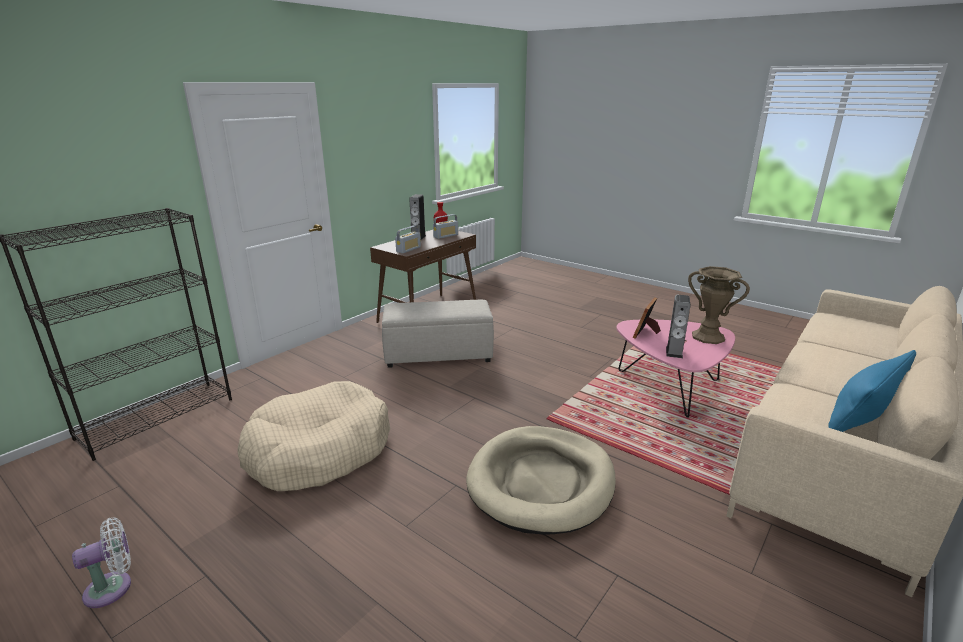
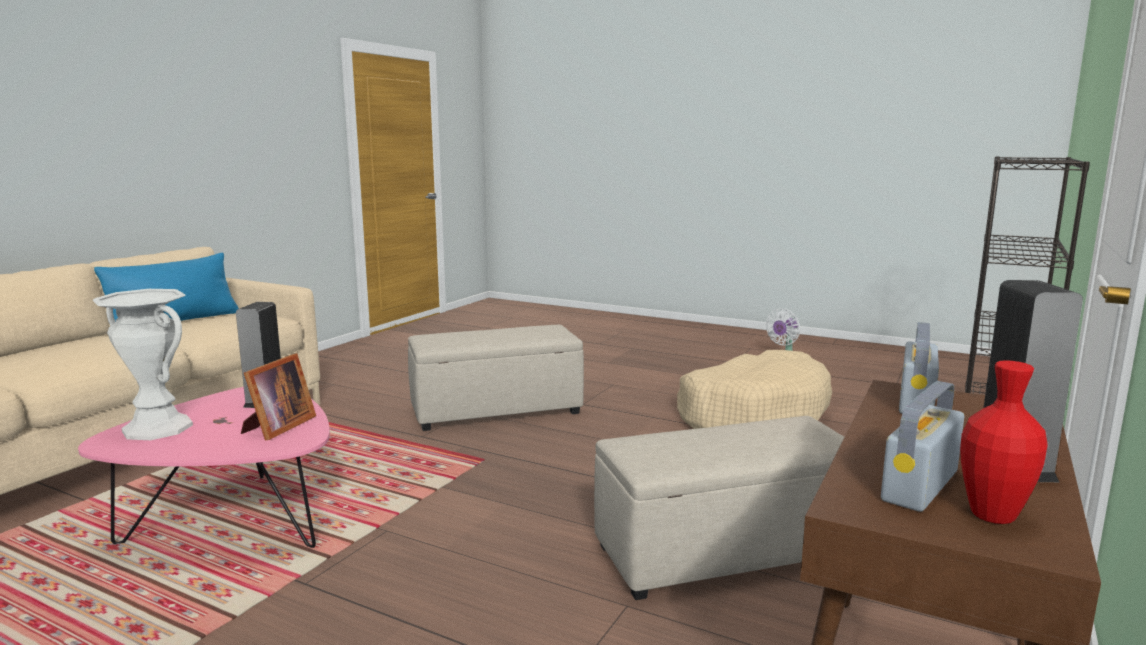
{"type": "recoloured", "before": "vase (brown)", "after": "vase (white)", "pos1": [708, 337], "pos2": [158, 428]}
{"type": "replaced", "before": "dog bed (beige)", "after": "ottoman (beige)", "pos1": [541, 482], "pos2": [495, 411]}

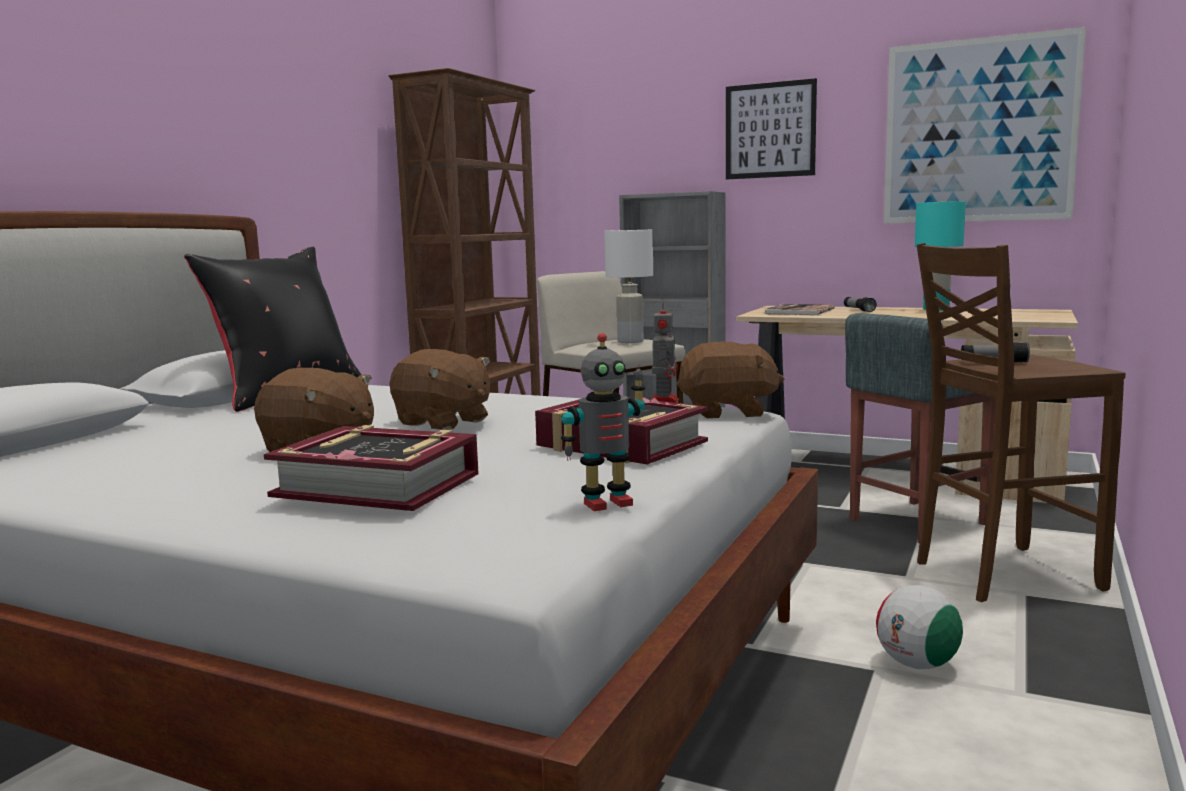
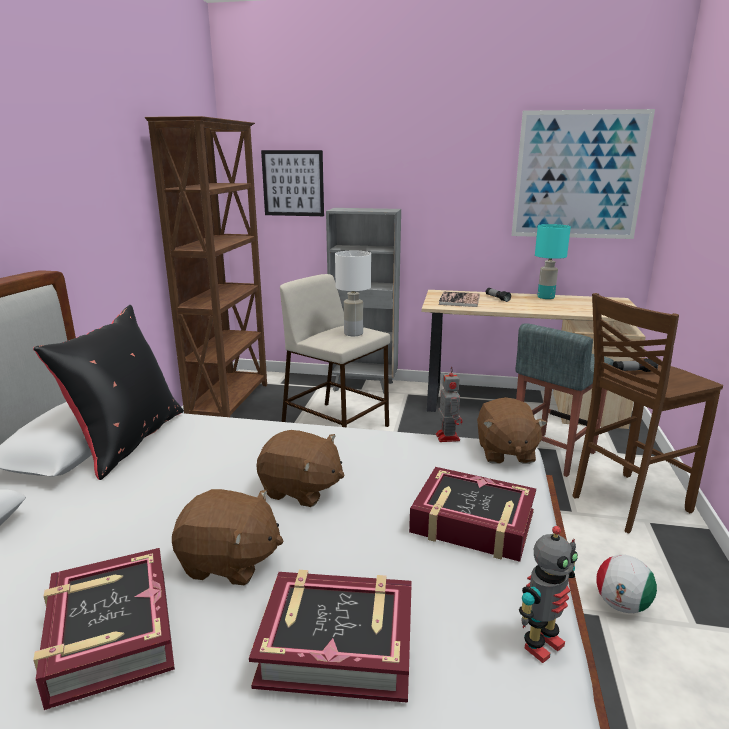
{"type": "moved", "before": "picture", "pos1": [770, 130], "pos2": [293, 183]}
{"type": "turned", "before": "plush toy (brown)", "pos1": [727, 412], "pos2": [505, 452], "turn": 105}
{"type": "added", "after": "book", "pos2": [110, 634]}

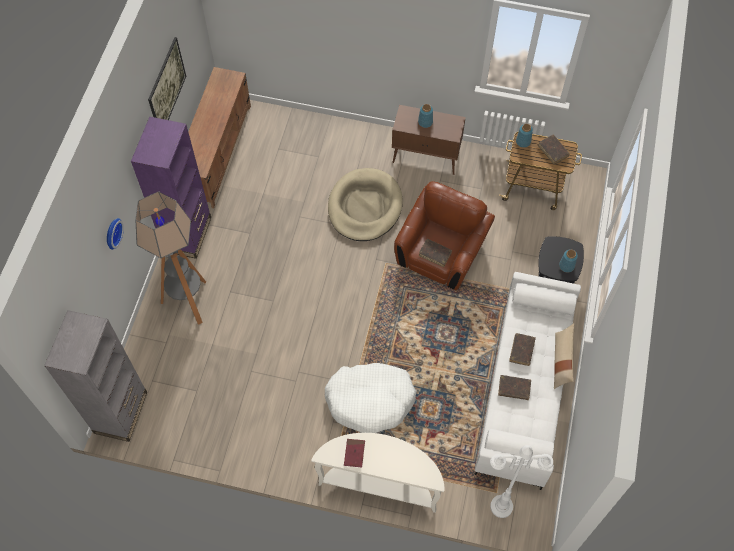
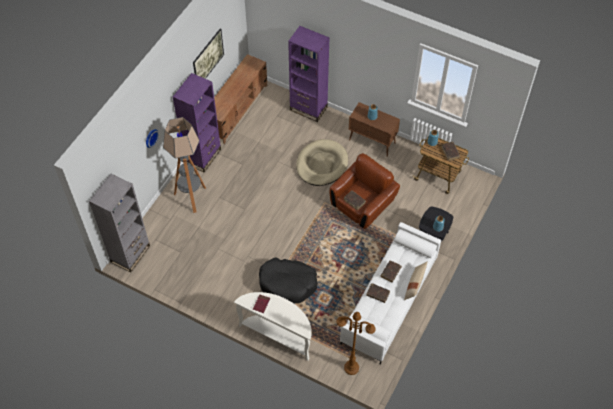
{"type": "recoloured", "before": "dog bed (white)", "after": "dog bed (black)", "pos1": [370, 400], "pos2": [288, 284]}
{"type": "recoloured", "before": "floor lamp (white)", "after": "floor lamp (brown)", "pos1": [501, 506], "pos2": [351, 368]}
{"type": "added", "after": "bookcase (purple)", "pos2": [308, 108]}

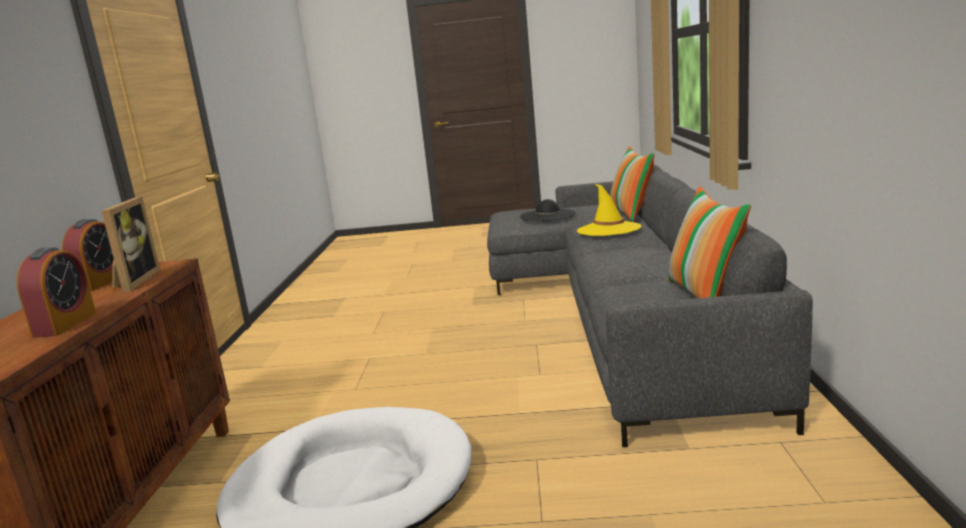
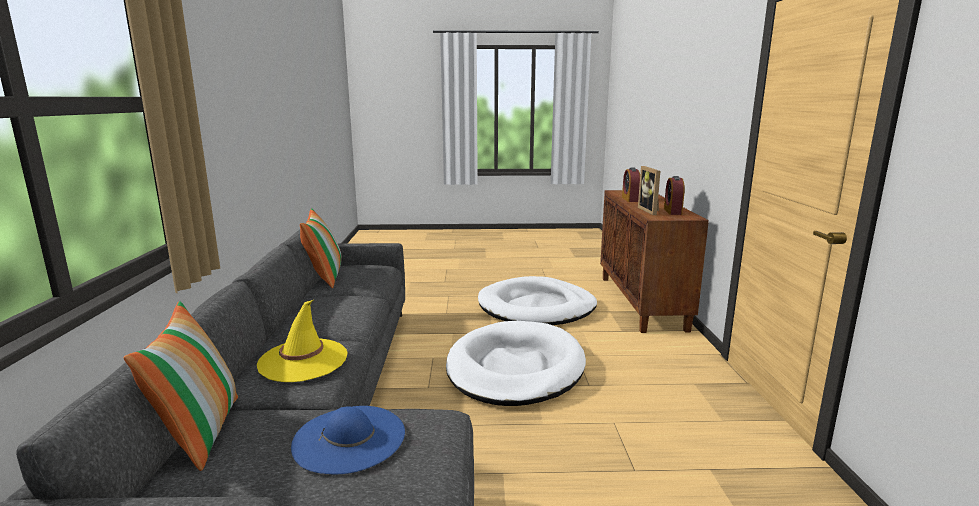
{"type": "recoloured", "before": "hat (black)", "after": "hat (blue)", "pos1": [547, 215], "pos2": [349, 438]}
{"type": "added", "after": "dog bed (white)", "pos2": [515, 368]}

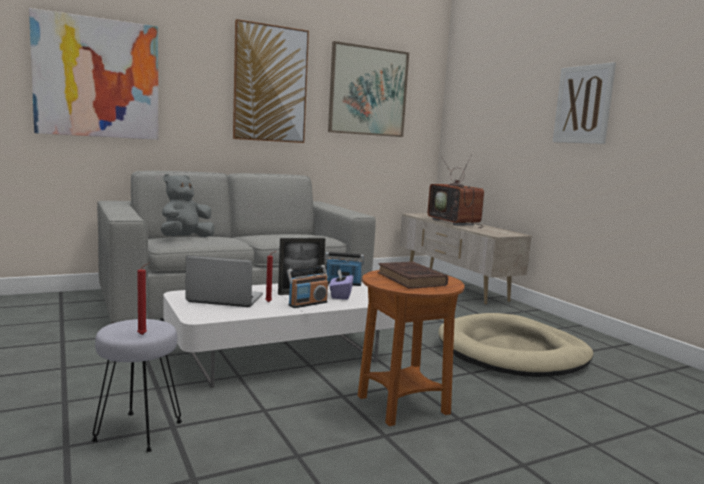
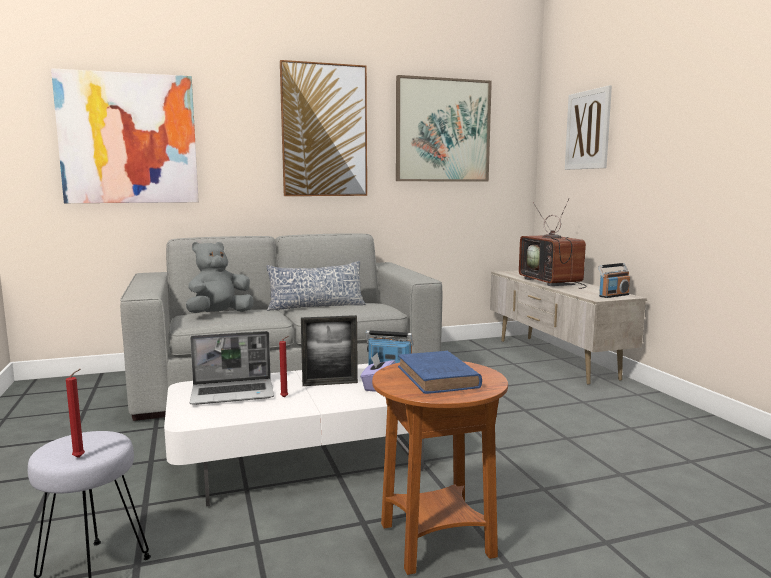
{"type": "moved", "before": "picture", "pos1": [583, 104], "pos2": [588, 130]}
{"type": "turned", "before": "laptop", "pos1": [224, 299], "pos2": [233, 393], "turn": 150}
{"type": "recoloured", "before": "book (brown)", "after": "book (blue)", "pos1": [412, 280], "pos2": [438, 378]}
{"type": "moved", "before": "radio", "pos1": [307, 304], "pos2": [613, 295]}
{"type": "removed", "before": "dog bed (beige)", "pos1": [513, 352]}
{"type": "added", "after": "pillow", "pos2": [316, 306]}

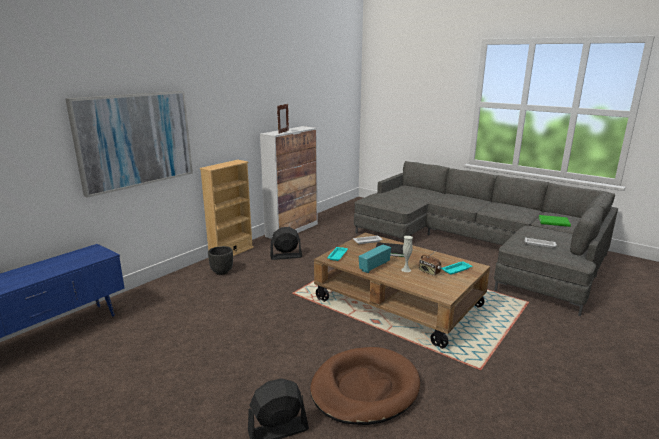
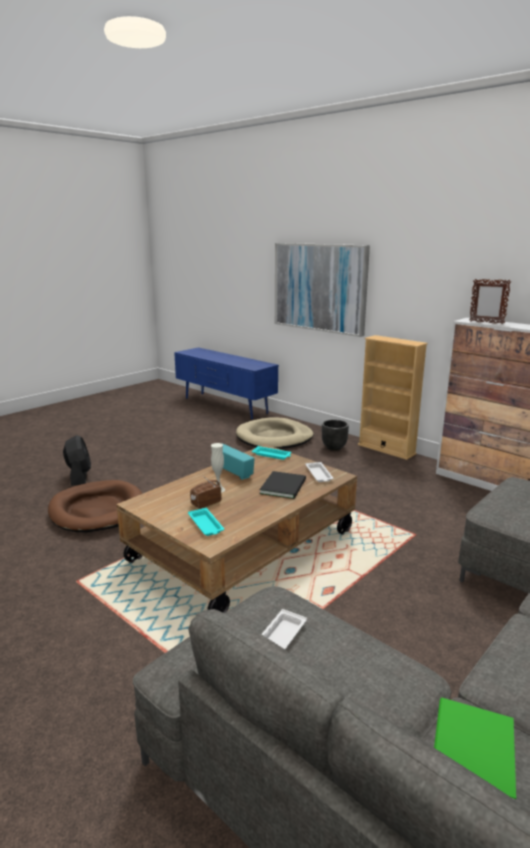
{"type": "removed", "before": "fan (black)", "pos1": [286, 256]}
{"type": "added", "after": "dog bed (beige)", "pos2": [274, 437]}

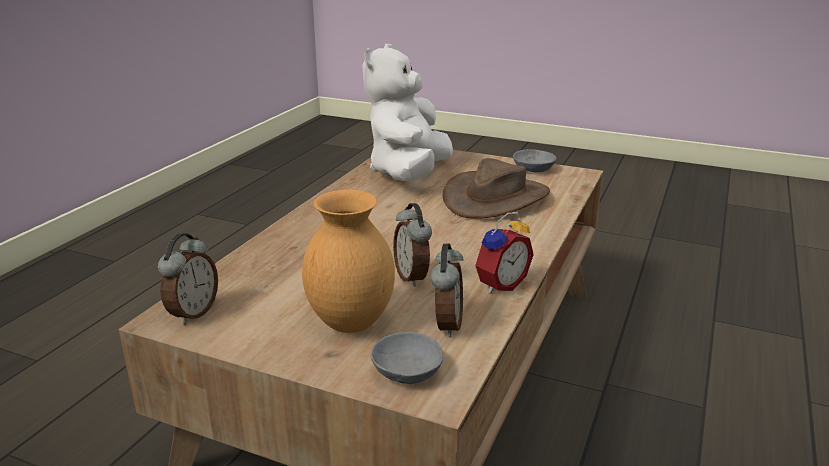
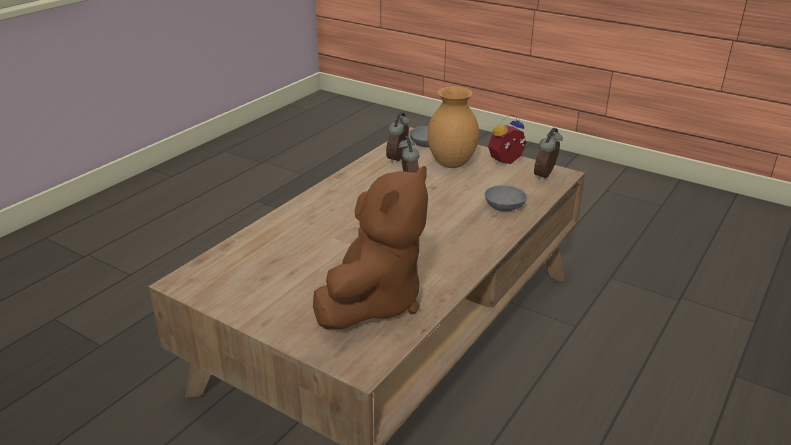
{"type": "recoloured", "before": "plush toy (white)", "after": "plush toy (brown)", "pos1": [409, 174], "pos2": [374, 301]}
{"type": "moved", "before": "bowl (grey)", "pos1": [532, 169], "pos2": [505, 205]}
{"type": "removed", "before": "hat (brown)", "pos1": [495, 198]}
{"type": "moved", "before": "alarm clock", "pos1": [499, 284], "pos2": [507, 162]}

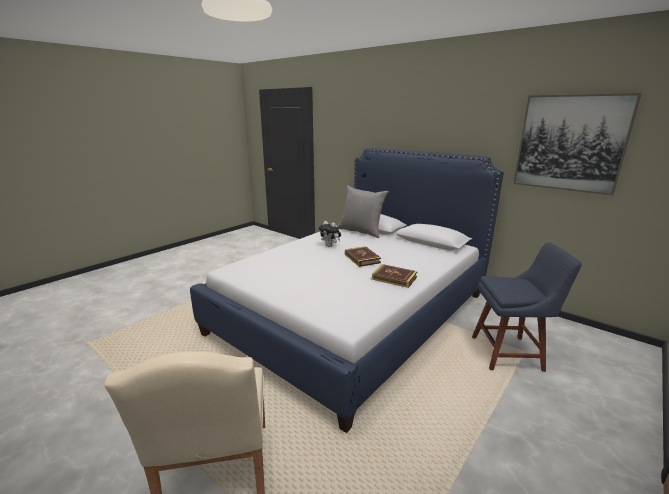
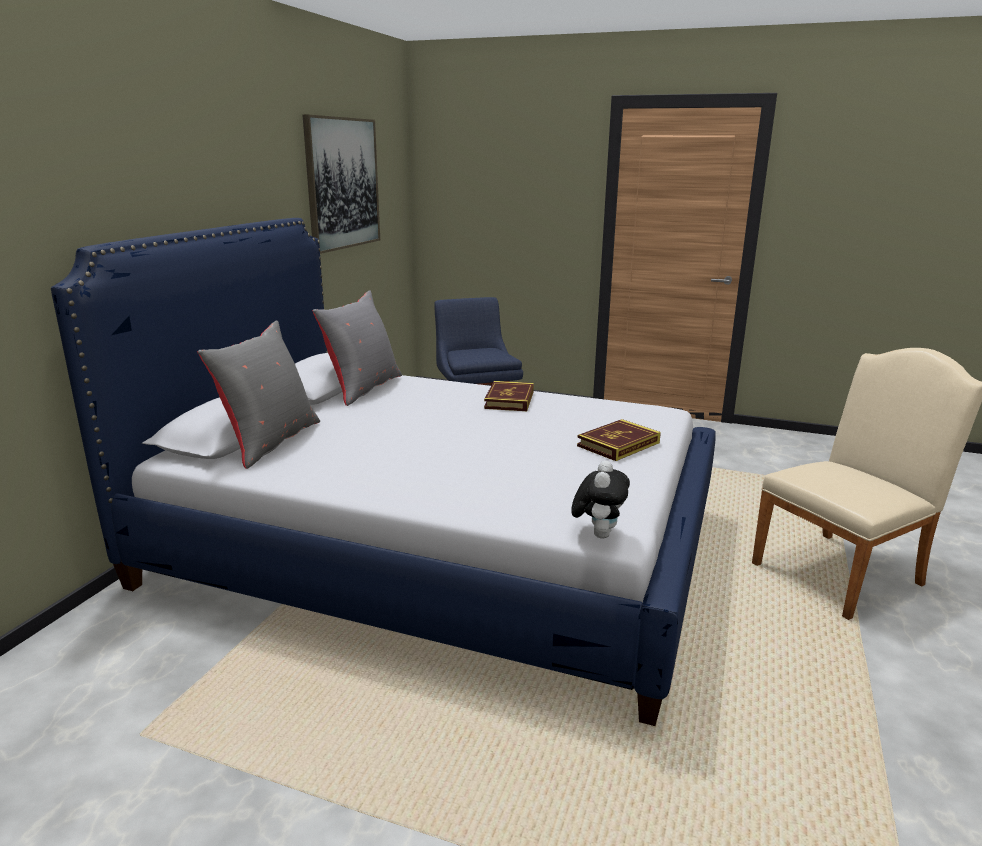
{"type": "moved", "before": "plush toy", "pos1": [330, 246], "pos2": [598, 533]}
{"type": "moved", "before": "book", "pos1": [362, 258], "pos2": [618, 444]}
{"type": "added", "after": "pillow (grey)", "pos2": [362, 388]}

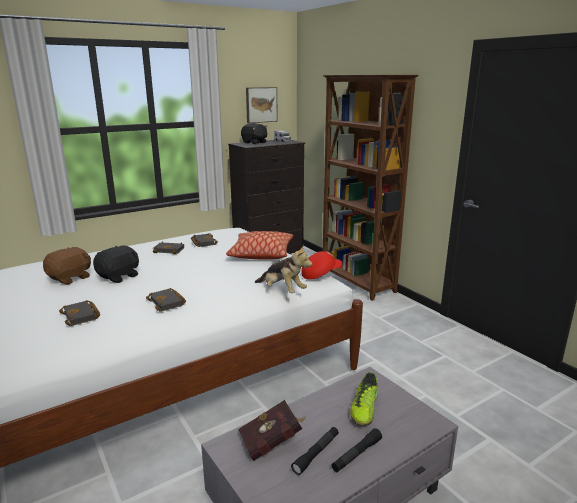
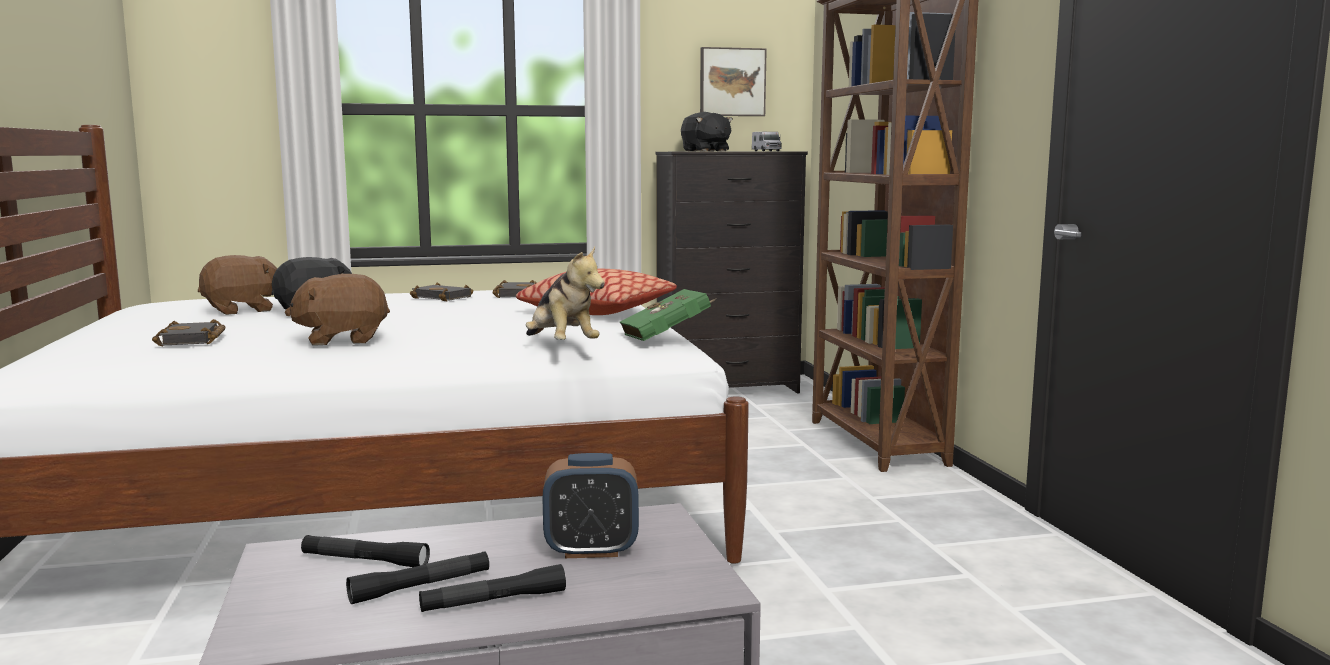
{"type": "replaced", "before": "cap (red)", "after": "book (green)", "pos1": [320, 274], "pos2": [669, 337]}
{"type": "replaced", "before": "book (black)", "after": "plush toy (brown)", "pos1": [168, 302], "pos2": [342, 340]}
{"type": "replaced", "before": "shoe", "after": "alarm clock", "pos1": [364, 408], "pos2": [591, 550]}
{"type": "replaced", "before": "book (red)", "after": "flashlight (black)", "pos1": [273, 442], "pos2": [365, 561]}

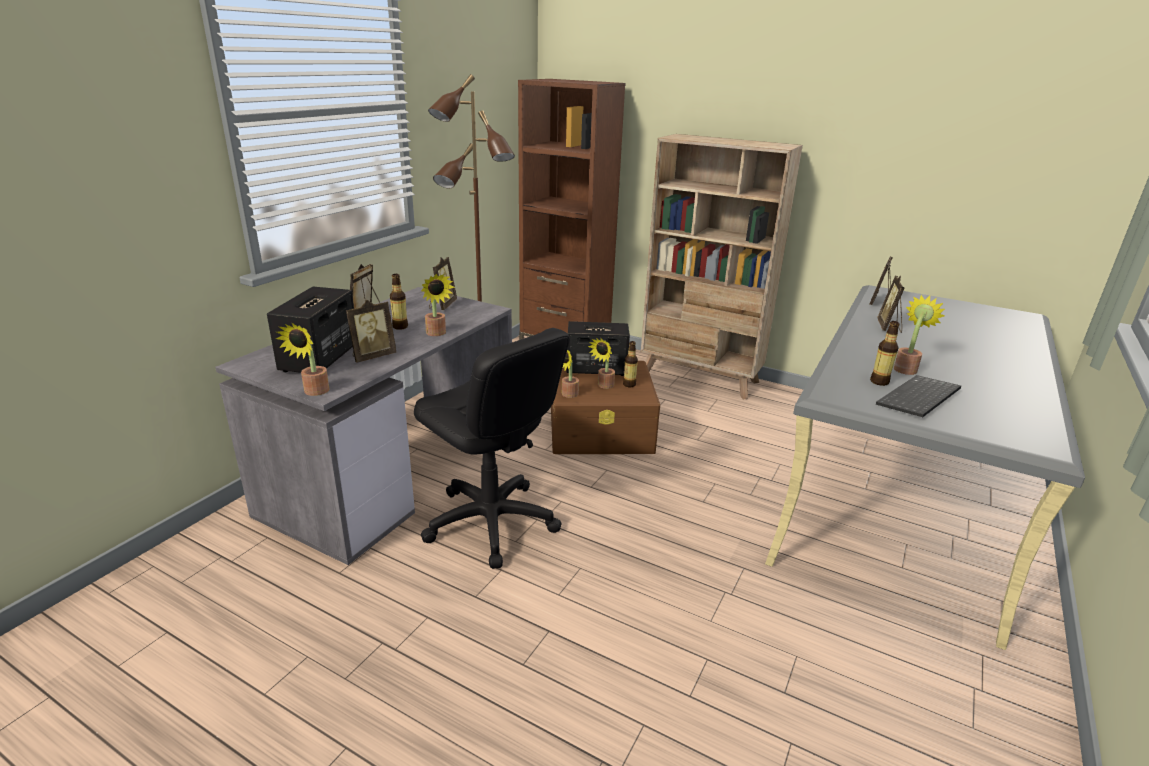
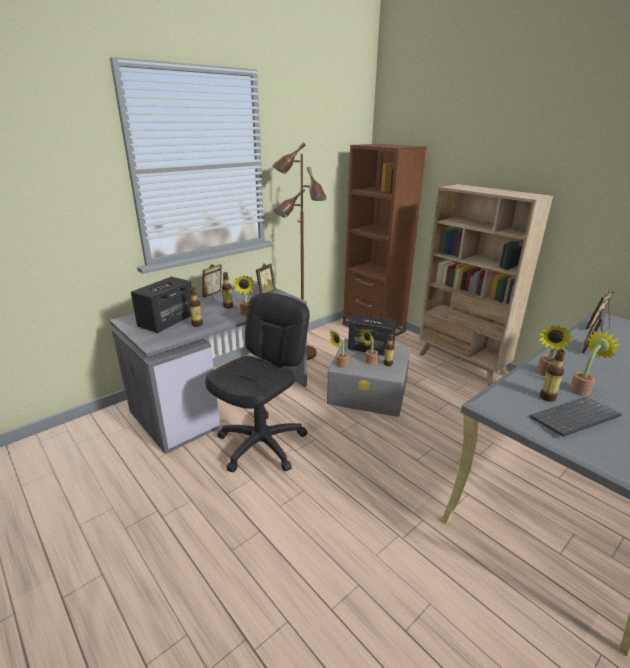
{"type": "replaced", "before": "picture frame", "after": "bottle", "pos1": [372, 356], "pos2": [197, 324]}
{"type": "moved", "before": "potted plant", "pos1": [313, 392], "pos2": [545, 374]}
{"type": "turned", "before": "office chair (black)", "pos1": [491, 522], "pos2": [262, 444], "turn": -120}
{"type": "recoloured", "before": "storage box (brown)", "after": "storage box (grey)", "pos1": [601, 428], "pos2": [369, 390]}

